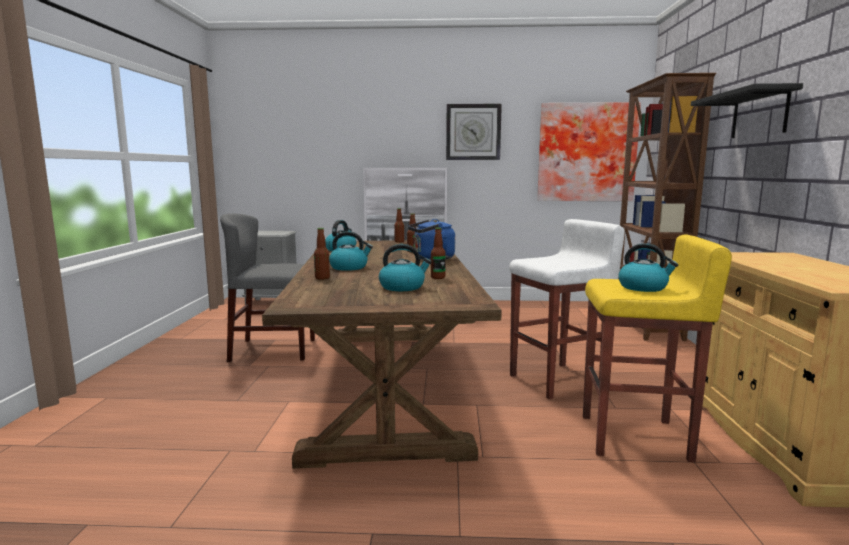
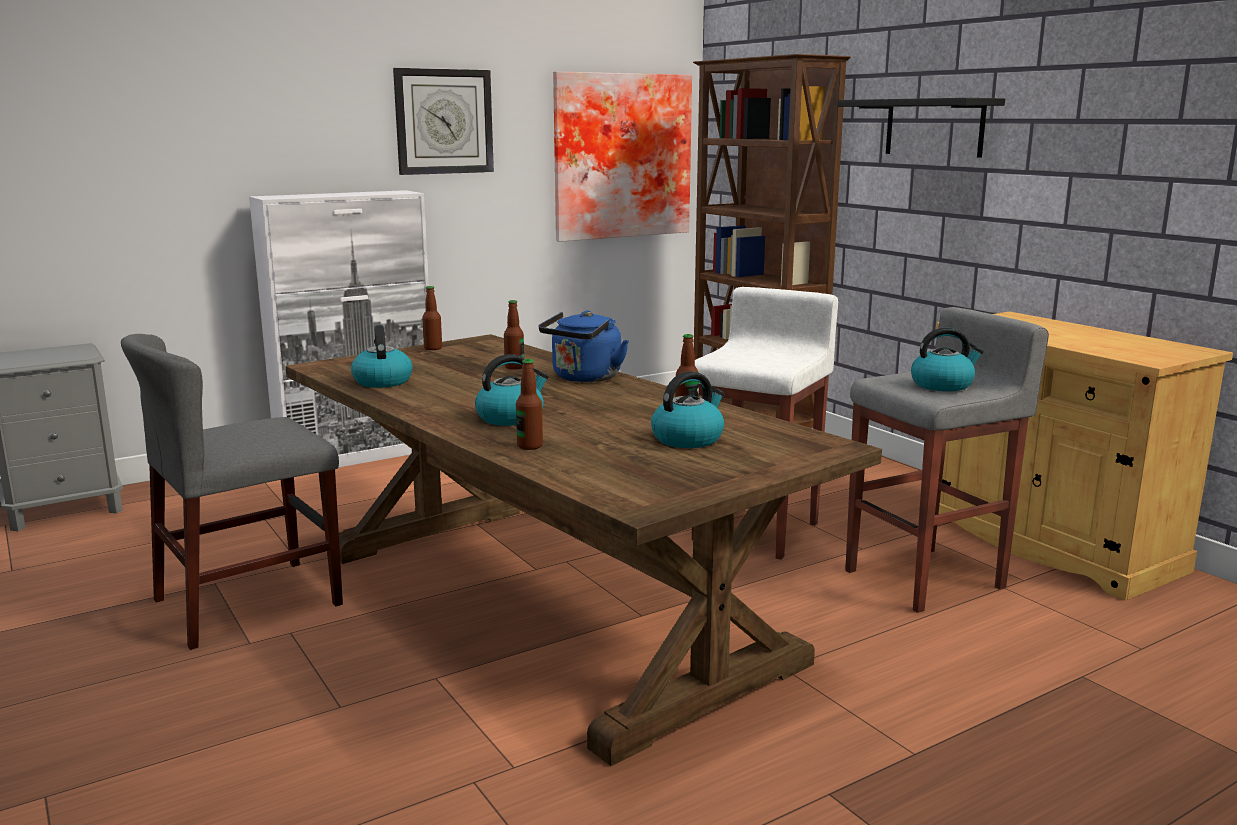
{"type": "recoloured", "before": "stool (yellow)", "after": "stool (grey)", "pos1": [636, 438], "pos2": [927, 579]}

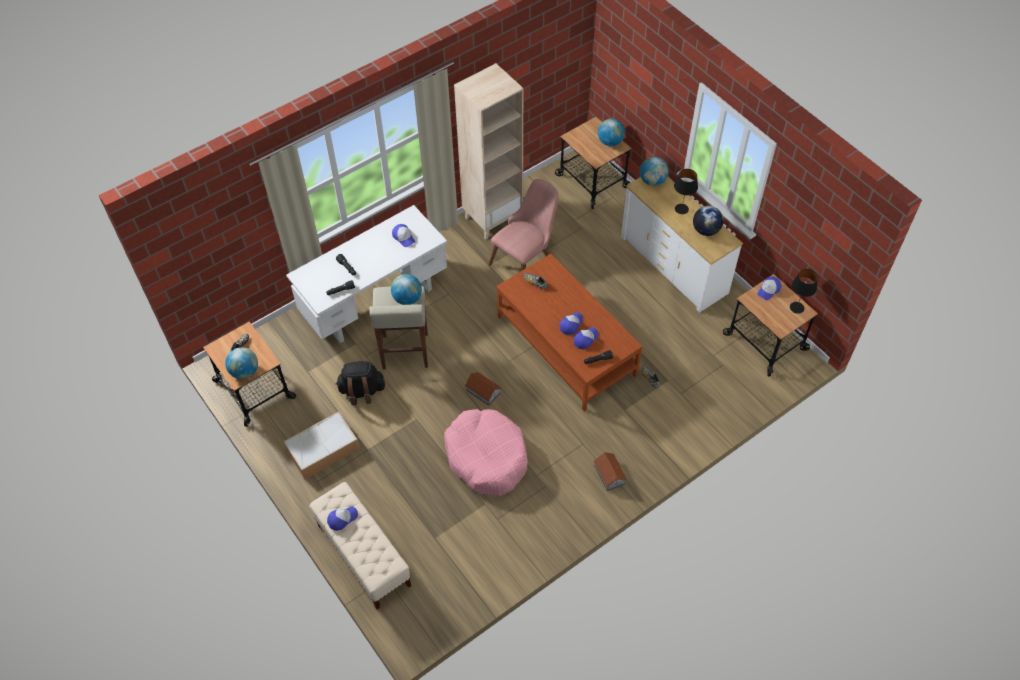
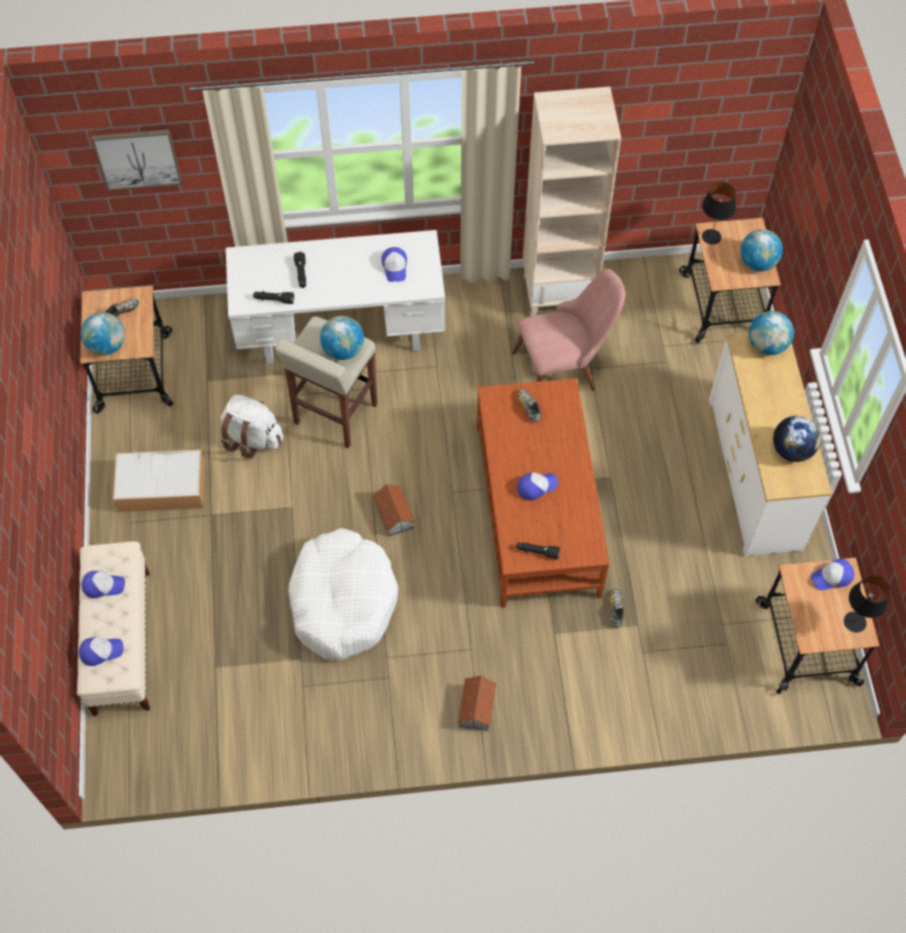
{"type": "moved", "before": "table lamp (black)", "pos1": [681, 208], "pos2": [711, 236]}
{"type": "moved", "before": "cap", "pos1": [585, 339], "pos2": [101, 651]}
{"type": "recoloured", "before": "backpack (black)", "after": "backpack (white)", "pos1": [362, 391], "pos2": [252, 438]}
{"type": "recoloured", "before": "dog bed (pink)", "after": "dog bed (white)", "pos1": [487, 457], "pos2": [342, 601]}
{"type": "added", "after": "picture", "pos2": [137, 158]}

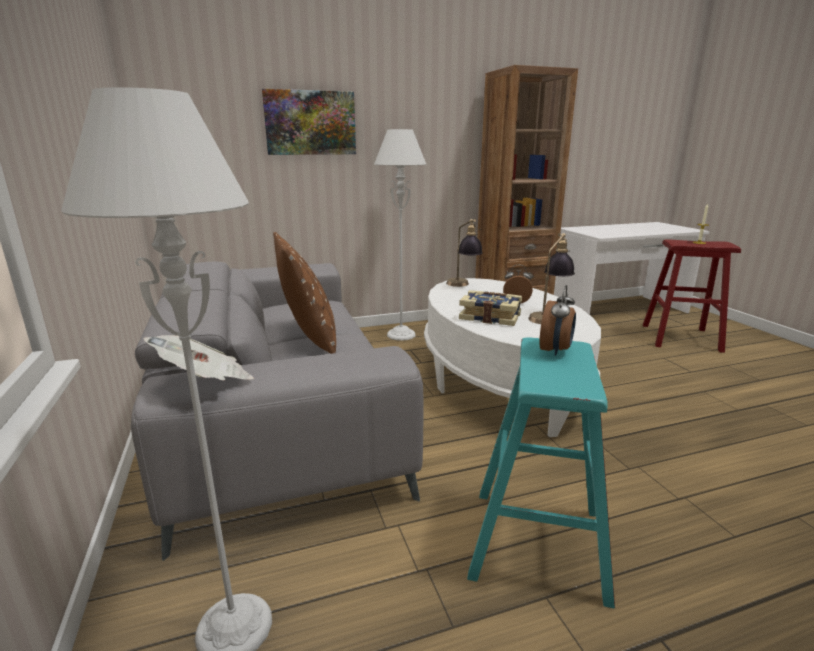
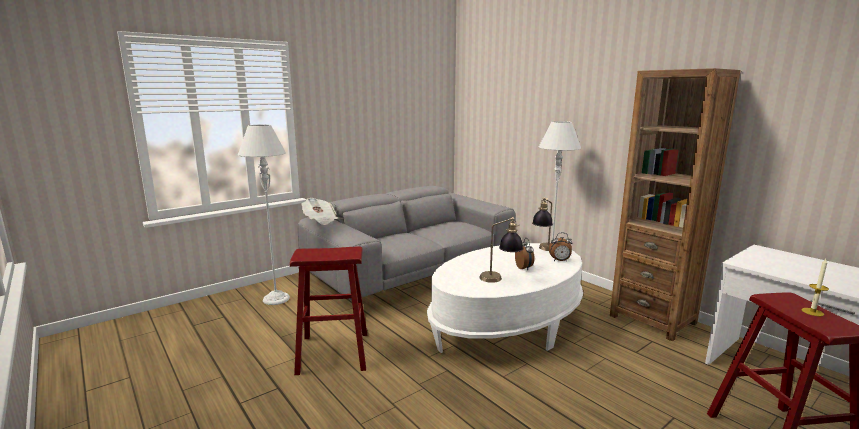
{"type": "removed", "before": "picture", "pos1": [310, 123]}
{"type": "removed", "before": "pillow (brown)", "pos1": [309, 337]}
{"type": "moved", "before": "alarm clock", "pos1": [556, 350], "pos2": [560, 261]}
{"type": "removed", "before": "book", "pos1": [490, 317]}
{"type": "recoloured", "before": "stool (turquoise)", "after": "stool (red)", "pos1": [537, 542], "pos2": [333, 352]}

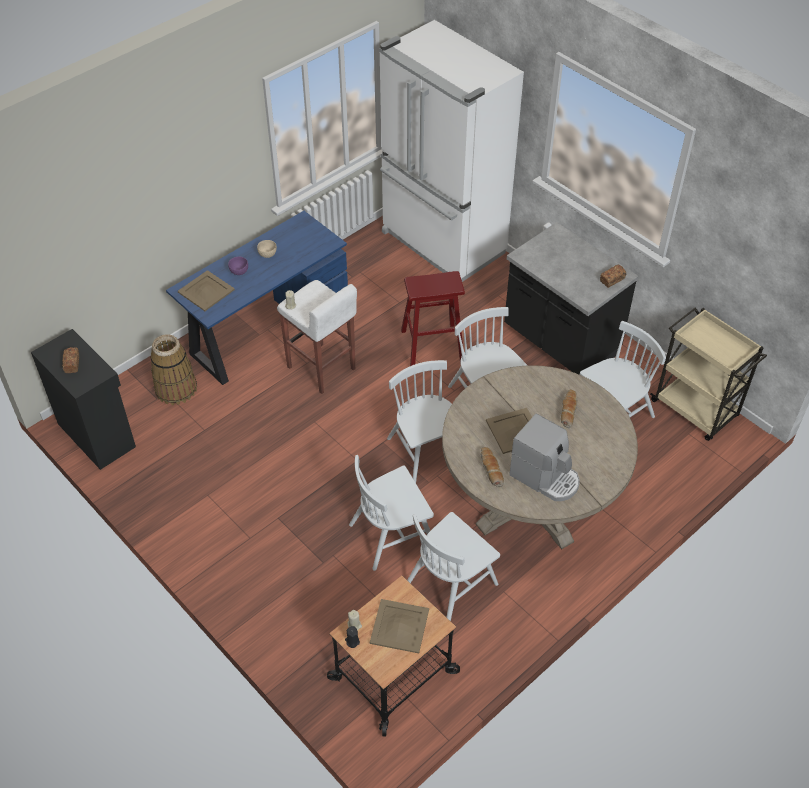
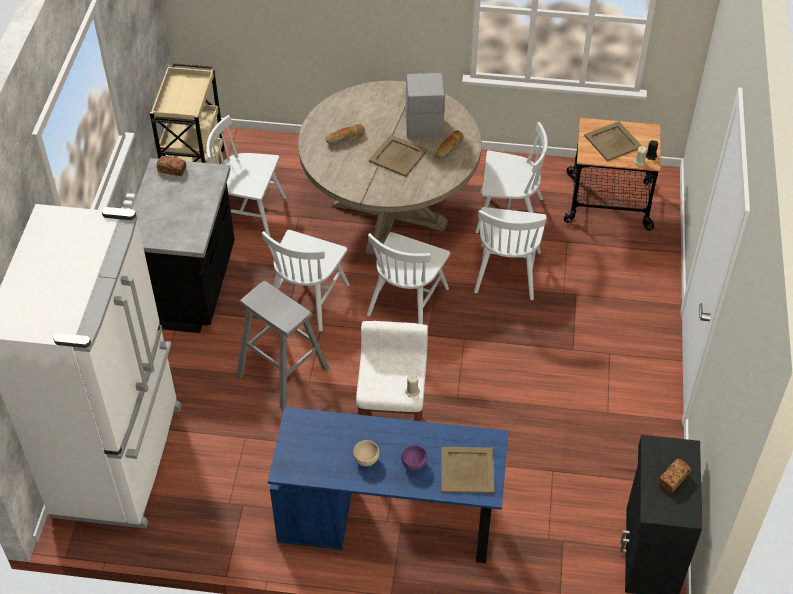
{"type": "recoloured", "before": "stool (red)", "after": "stool (grey)", "pos1": [432, 347], "pos2": [282, 372]}
{"type": "removed", "before": "basket", "pos1": [176, 388]}
{"type": "turned", "before": "chair (white)", "pos1": [392, 534], "pos2": [507, 271], "turn": 75}

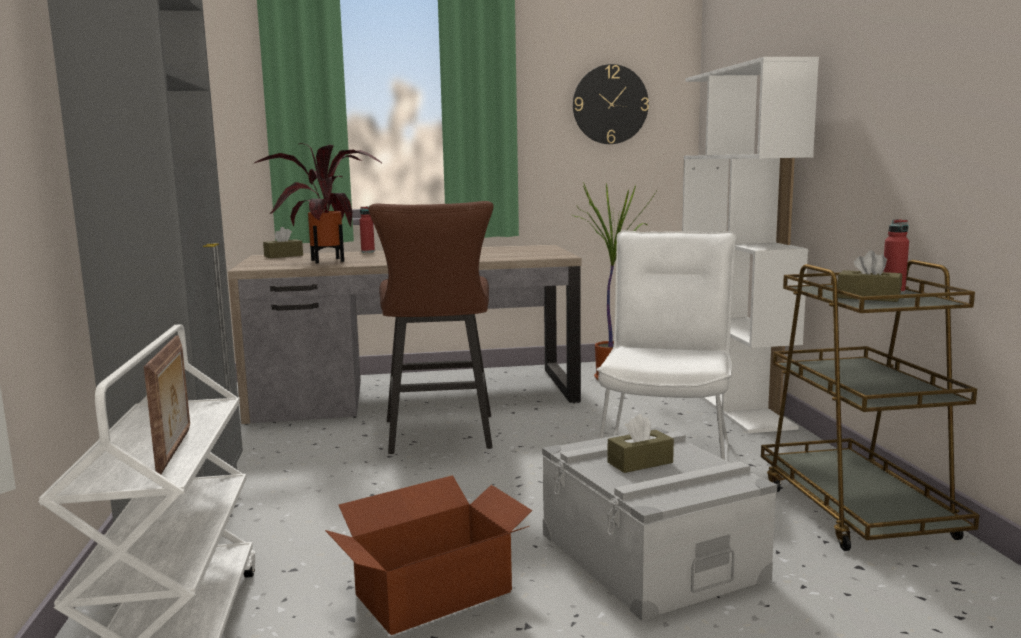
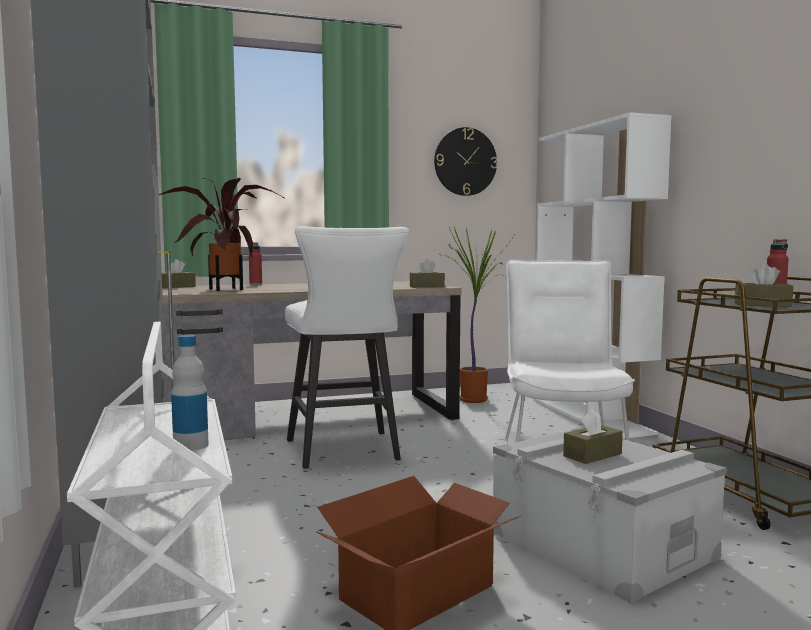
{"type": "recoloured", "before": "stool (brown)", "after": "stool (white)", "pos1": [439, 437], "pos2": [345, 452]}
{"type": "replaced", "before": "picture frame", "after": "bottle", "pos1": [176, 452], "pos2": [191, 445]}
{"type": "added", "after": "tissue box (brown)", "pos2": [427, 286]}

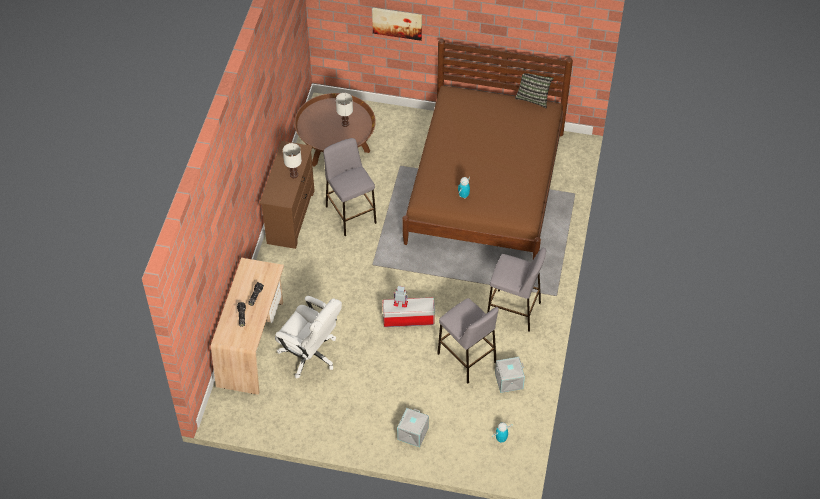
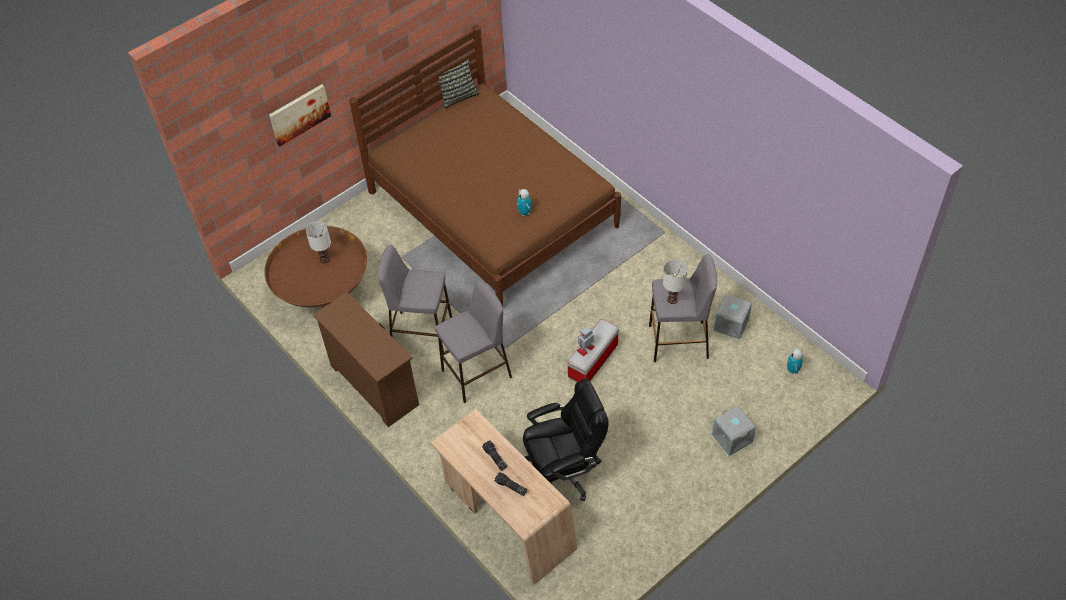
{"type": "moved", "before": "table lamp (white)", "pos1": [293, 175], "pos2": [672, 299]}
{"type": "moved", "before": "stool (grey)", "pos1": [514, 310], "pos2": [477, 374]}
{"type": "recoloured", "before": "office chair (white)", "after": "office chair (black)", "pos1": [310, 354], "pos2": [564, 470]}

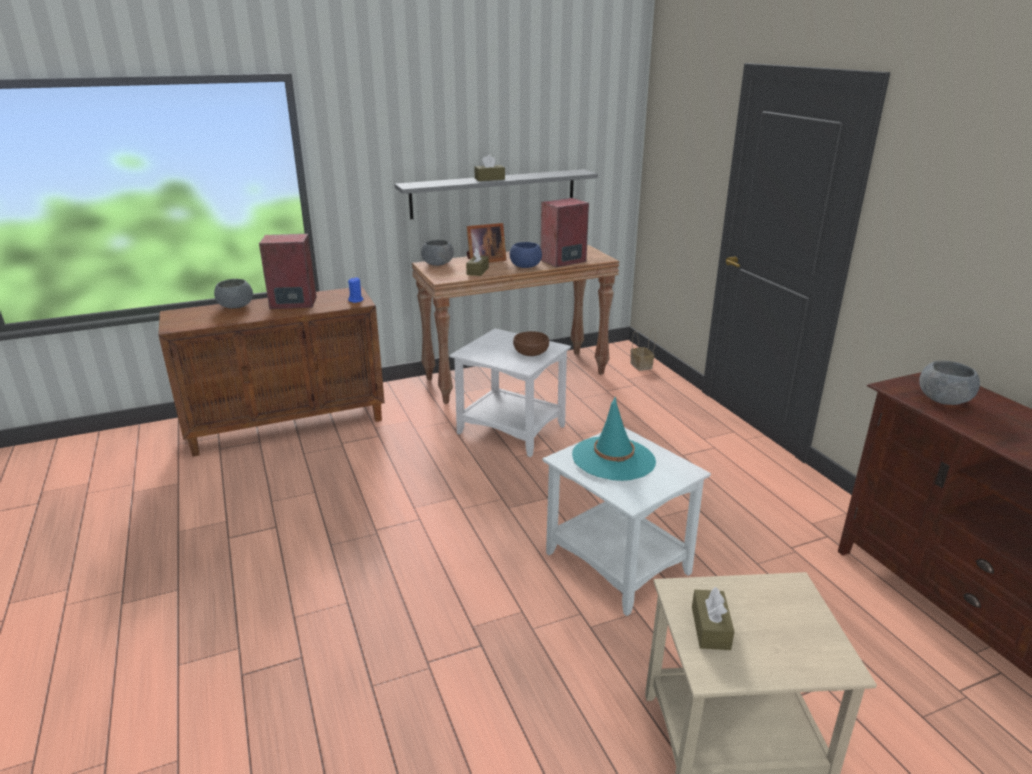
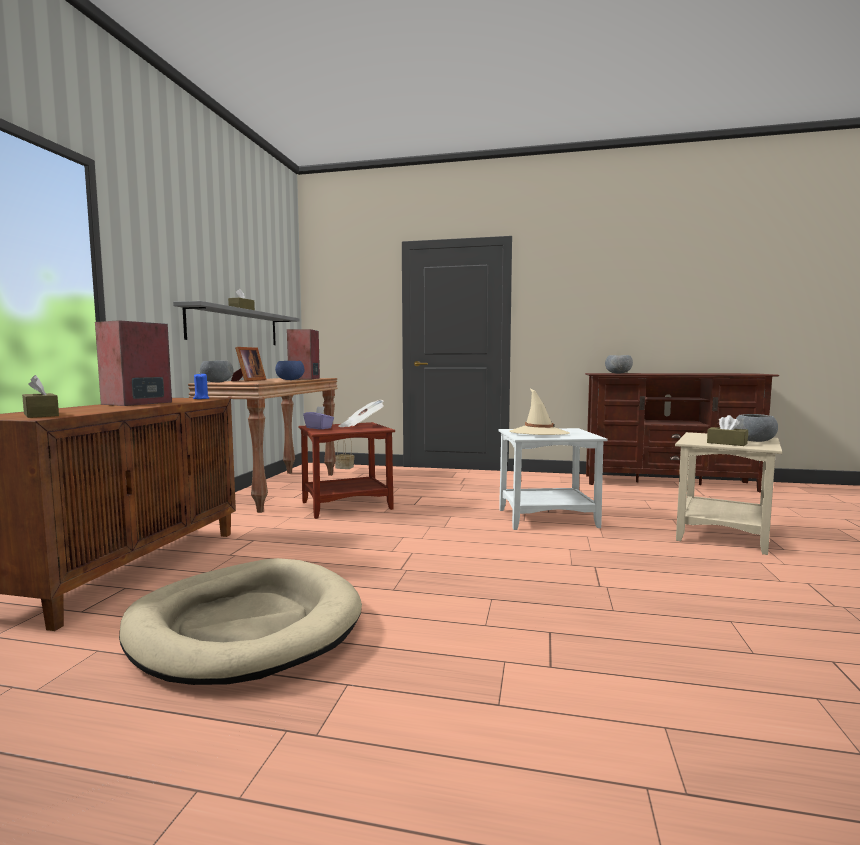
{"type": "moved", "before": "tissue box (brown)", "pos1": [477, 271], "pos2": [41, 415]}
{"type": "moved", "before": "bowl (grey)", "pos1": [235, 306], "pos2": [754, 441]}
{"type": "recoloured", "before": "side table (white)", "after": "side table (brown)", "pos1": [512, 429], "pos2": [346, 505]}
{"type": "replaced", "before": "bowl (brown)", "after": "newspaper", "pos1": [530, 353], "pos2": [361, 426]}
{"type": "recoloured", "before": "hat (turquoise)", "after": "hat (beige)", "pos1": [613, 459], "pos2": [539, 433]}
{"type": "added", "after": "tissue box (purple)", "pos2": [319, 428]}
{"type": "added", "after": "dog bed (beige)", "pos2": [245, 626]}

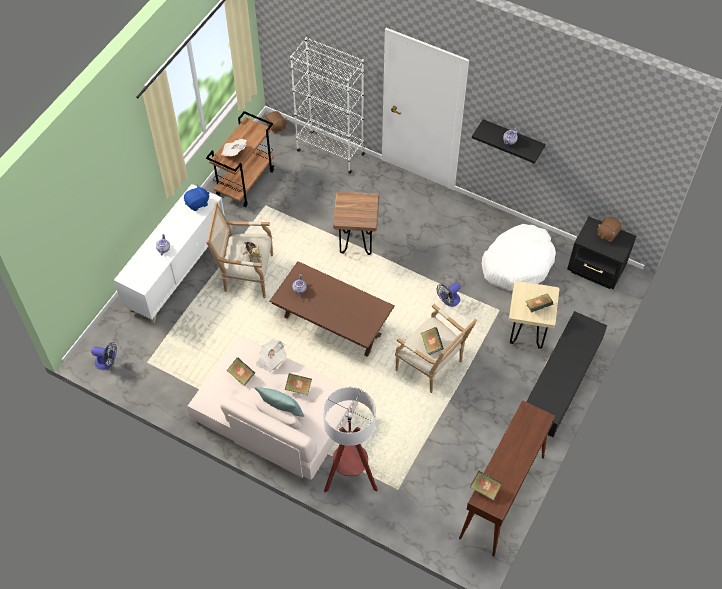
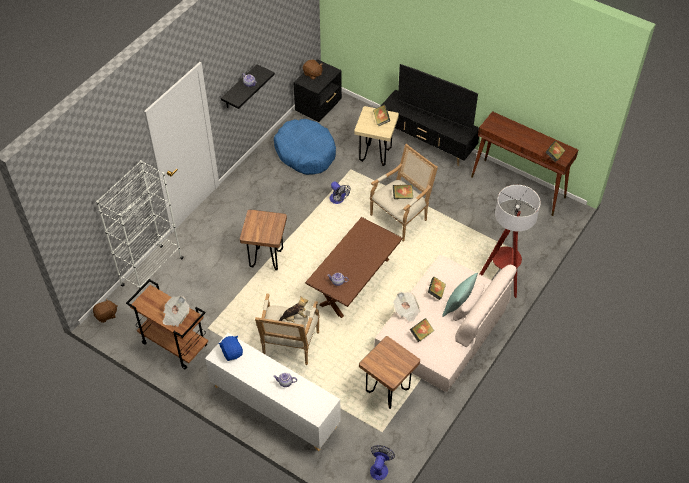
{"type": "recoloured", "before": "dog bed (white)", "after": "dog bed (blue)", "pos1": [517, 263], "pos2": [305, 152]}
{"type": "added", "after": "television", "pos2": [435, 117]}
{"type": "added", "after": "stool (brown)", "pos2": [387, 391]}

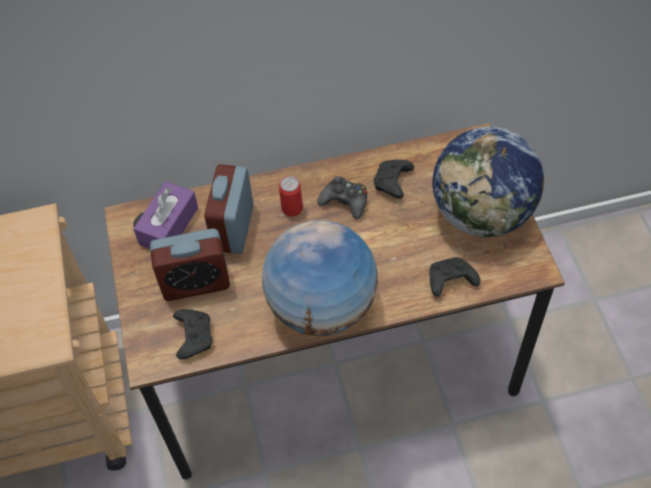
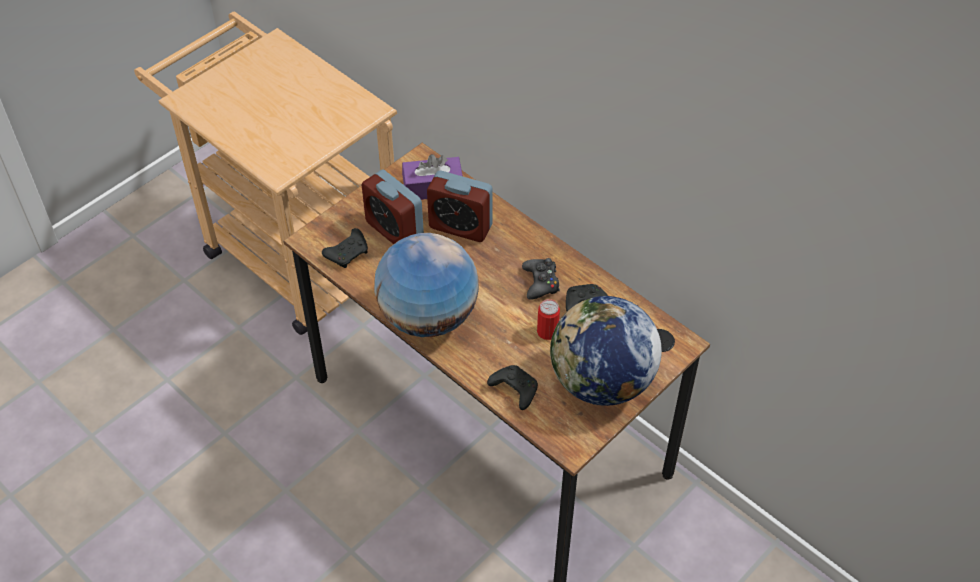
{"type": "turned", "before": "alarm clock", "pos1": [233, 228], "pos2": [460, 226], "turn": -135}
{"type": "moved", "before": "can", "pos1": [292, 208], "pos2": [547, 332]}

